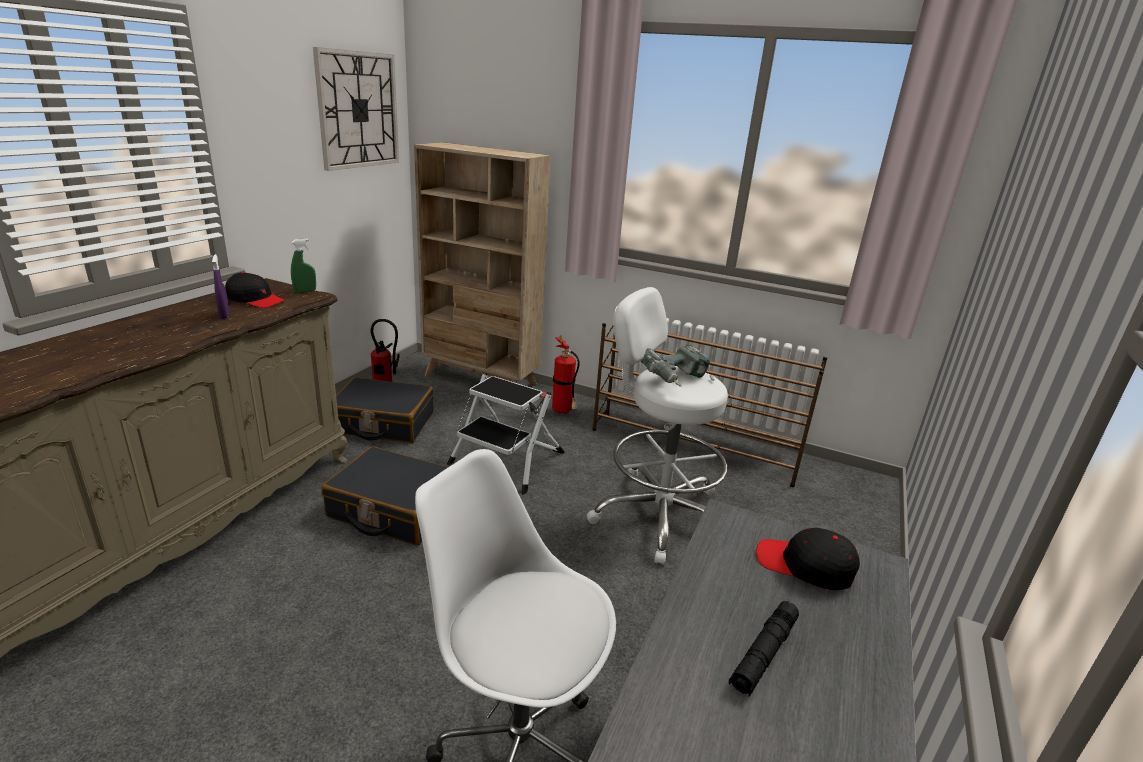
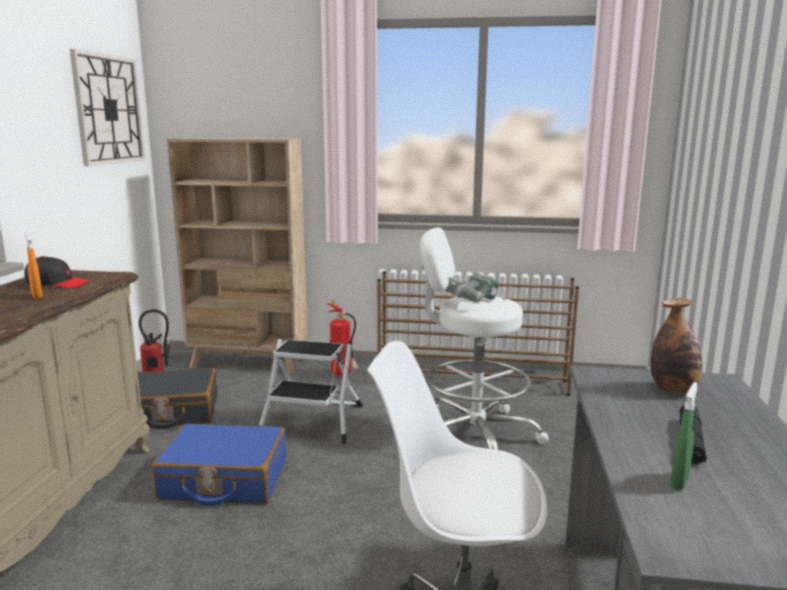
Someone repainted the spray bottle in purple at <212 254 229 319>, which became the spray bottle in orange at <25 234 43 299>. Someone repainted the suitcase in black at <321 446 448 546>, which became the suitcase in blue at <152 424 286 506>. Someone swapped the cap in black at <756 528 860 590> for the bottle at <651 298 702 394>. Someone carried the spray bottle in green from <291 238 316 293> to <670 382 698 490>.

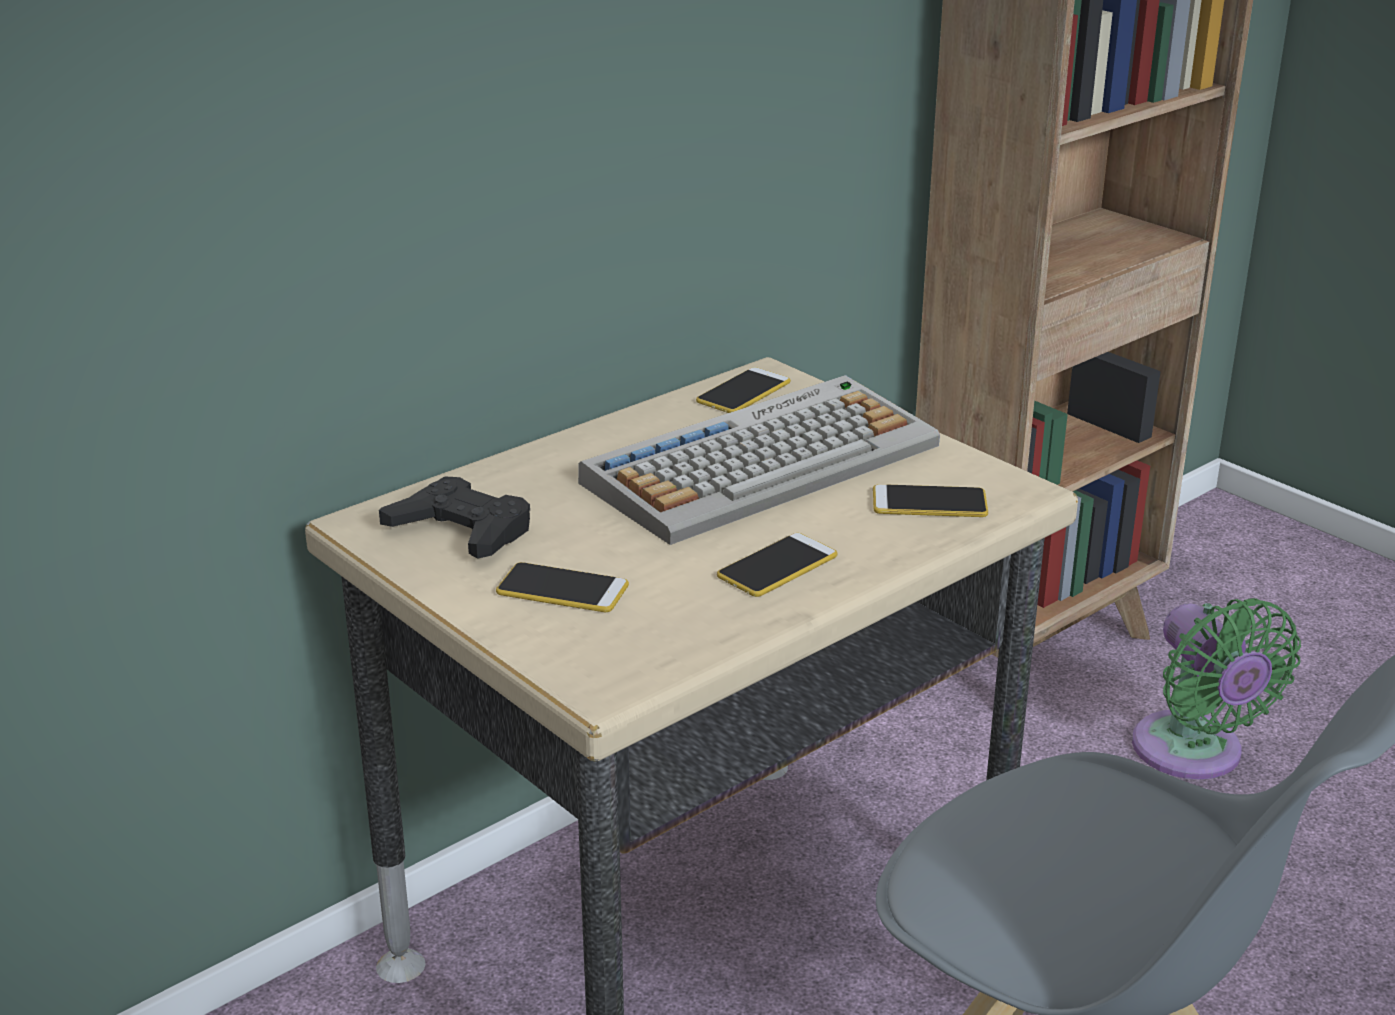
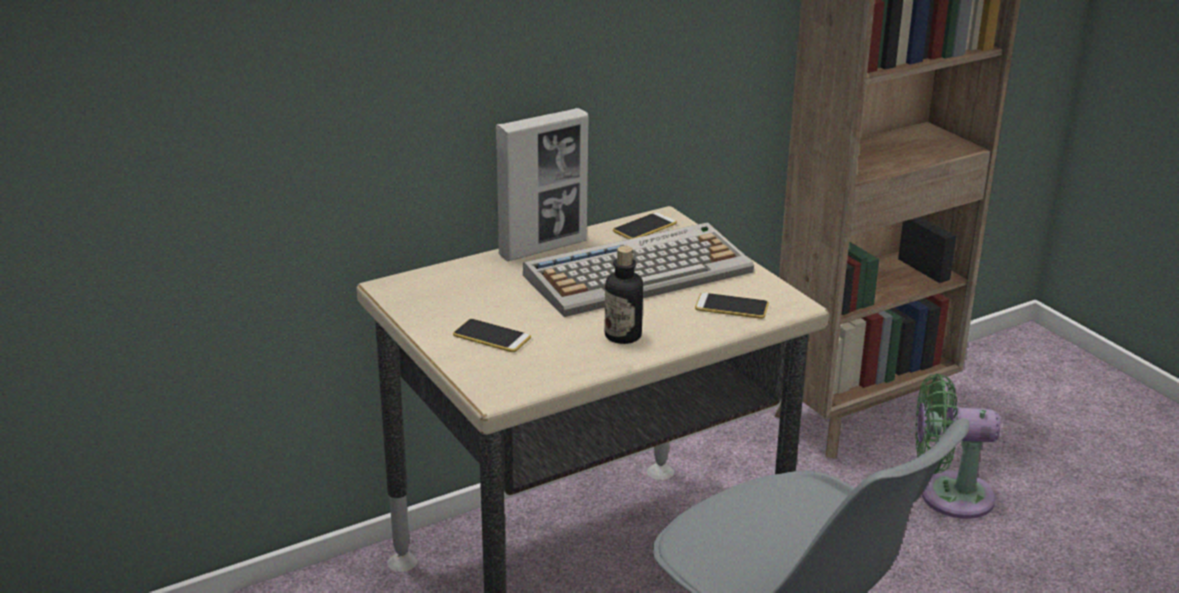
Someone put down the picture frame at <496 108 588 261>. Someone swapped the phone at <717 533 837 597> for the bottle at <604 246 643 344>. Someone rotated the fan in green at <1132 598 1301 779> by 105 degrees clockwise. Someone took away the game controller in black at <379 476 530 559>.

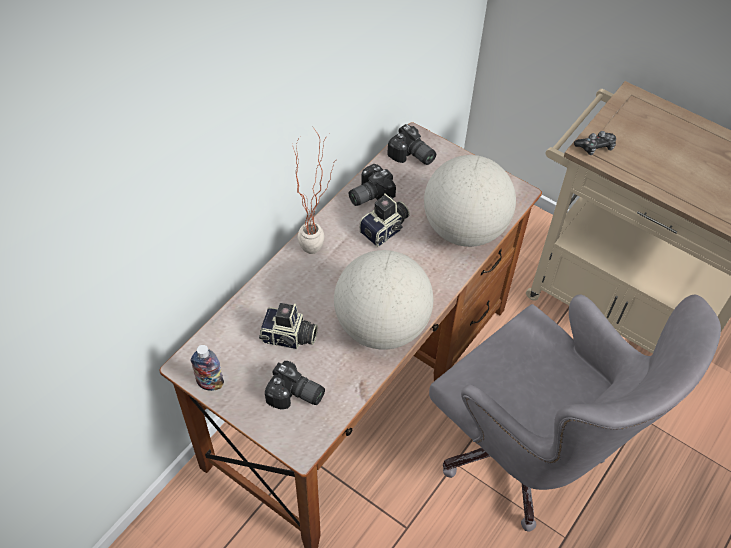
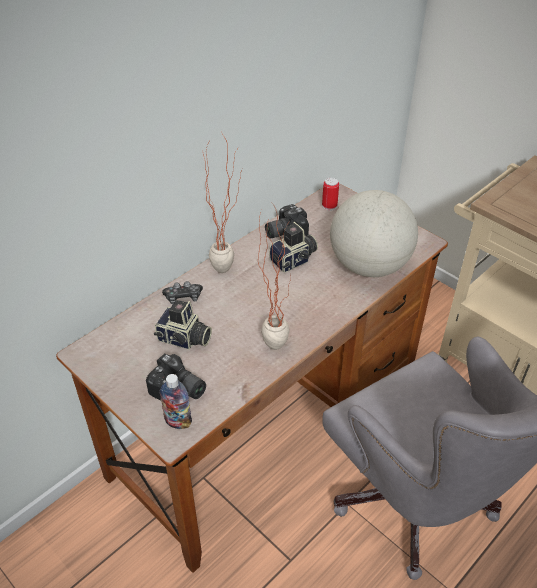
Someone carried the bottle from <191 345 224 391> to <159 374 192 429>. Someone carried the game controller from <574 131 616 155> to <162 281 203 304>. Someone swapped the globe at <334 250 433 350> for the potted plant at <258 203 291 350>. Someone swapped the photo camera at <387 124 436 165> for the can at <322 177 339 211>.

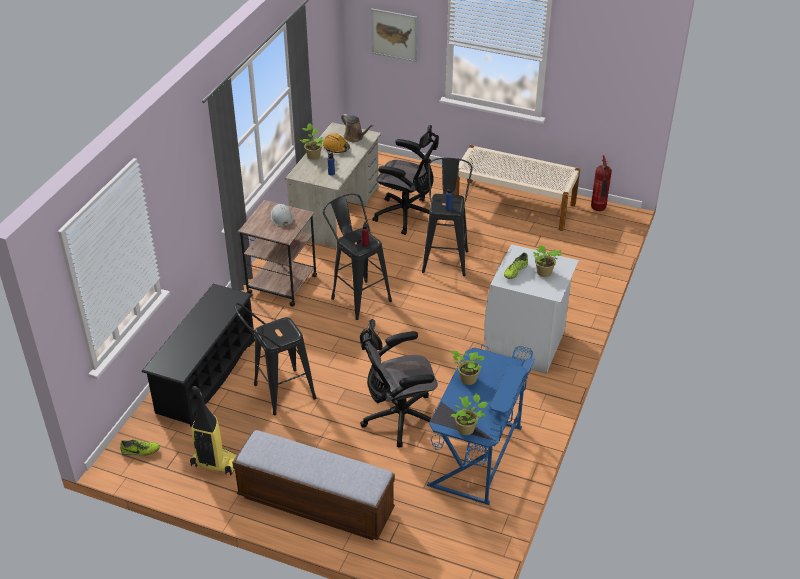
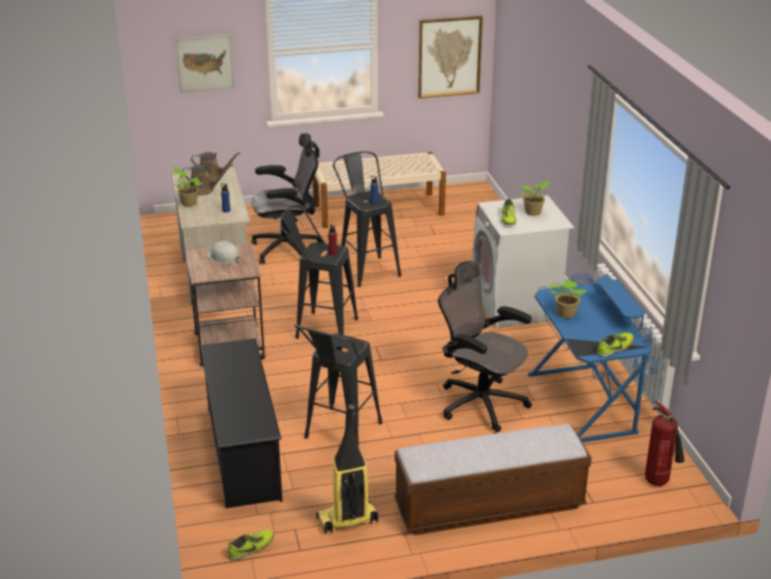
Someone swapped the hard hat in orange at <323 133 350 153> for the watering can in brown at <182 164 233 196>. Someone put up the picture at <418 16 483 98>. Someone rotated the office chair at <360 319 438 448> by 90 degrees clockwise. Someone swapped the potted plant at <451 394 488 435> for the shoe at <597 333 634 357>. Someone carried the fire extinguisher from <591 155 612 211> to <645 401 685 486>.

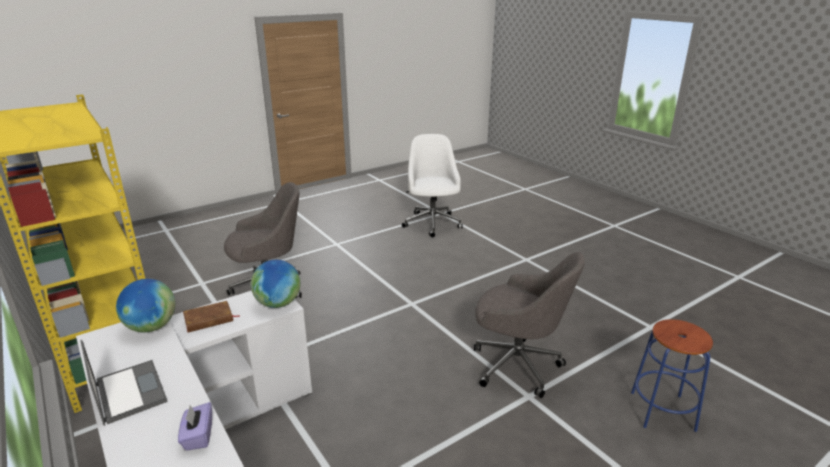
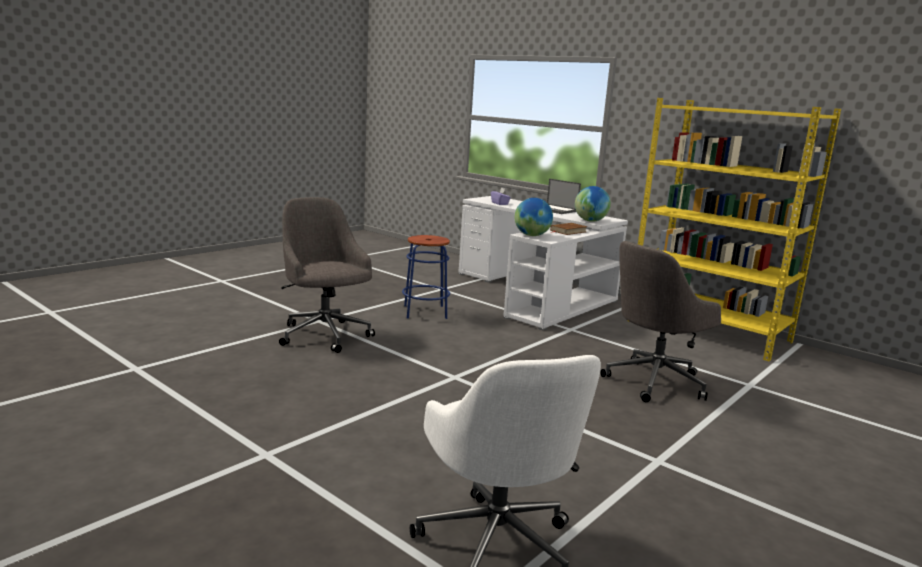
Someone rotated the office chair in grey at <474 252 585 398> by 45 degrees clockwise. Someone carried the stool in blue from <631 319 713 432> to <402 235 450 319>.

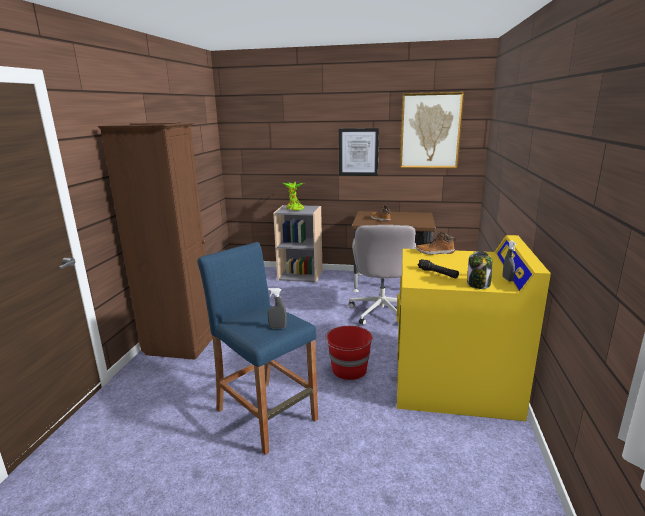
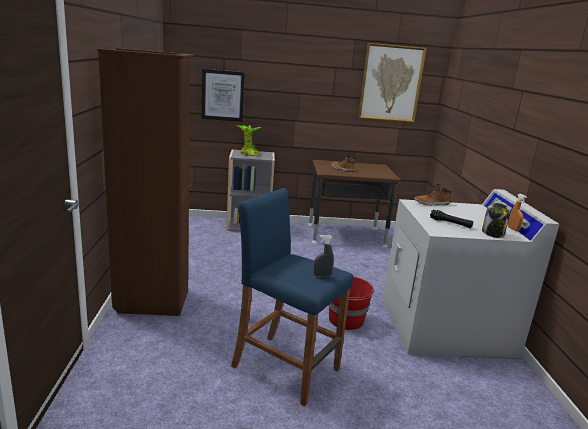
Someone carried the picture from <339 128 379 176> to <202 69 245 122>. Someone repainted the washing machine in yellow at <397 235 551 421>, which became the washing machine in white at <383 189 560 359>. Someone repainted the spray bottle in grey at <503 240 516 282>, which became the spray bottle in orange at <508 194 527 231>. Someone took away the office chair in grey at <349 225 416 325>.

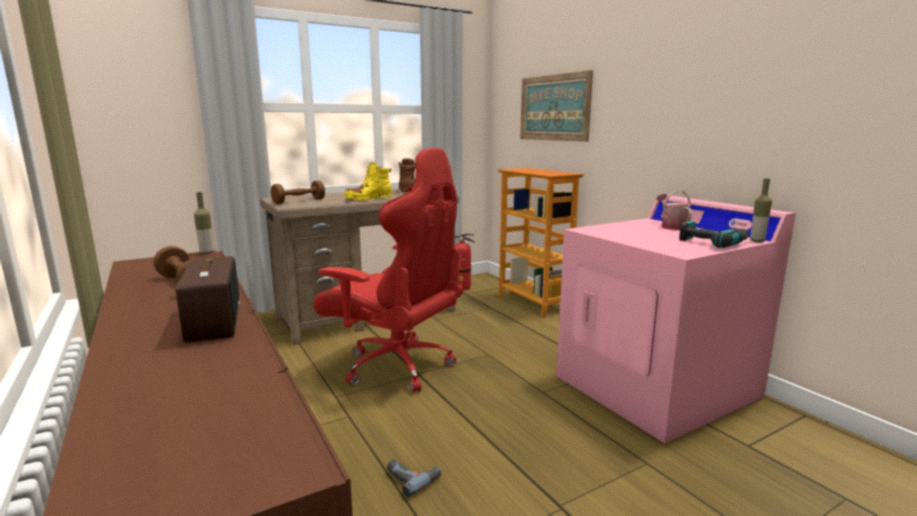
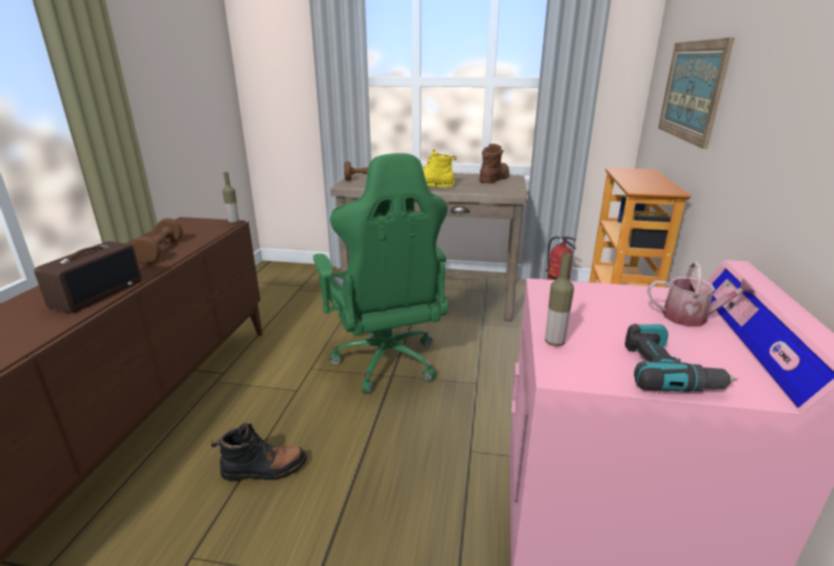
Someone swapped the power drill at <387 459 442 498> for the boot in black at <211 423 307 481>. Someone repainted the office chair in red at <313 148 463 393>, which became the office chair in green at <313 153 448 394>. Someone carried the bottle from <750 178 772 242> to <545 253 574 346>. Someone rotated the watering can at <656 191 692 230> by 75 degrees clockwise.

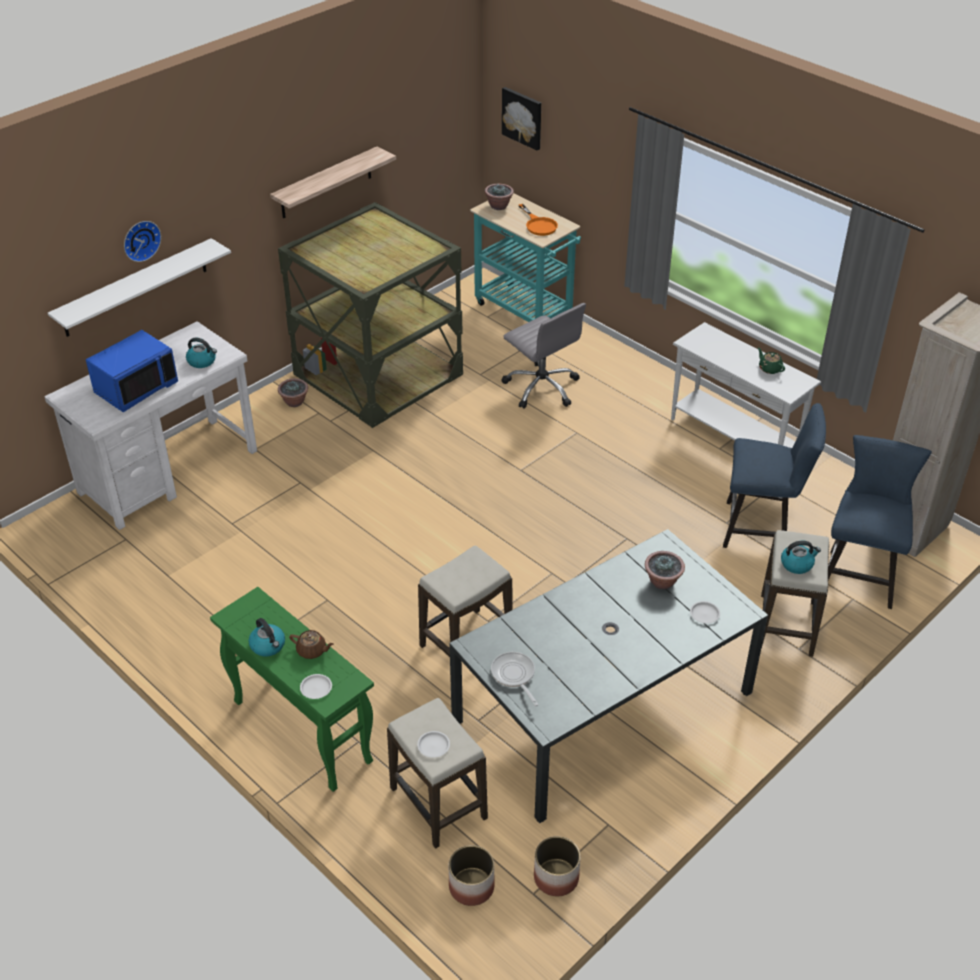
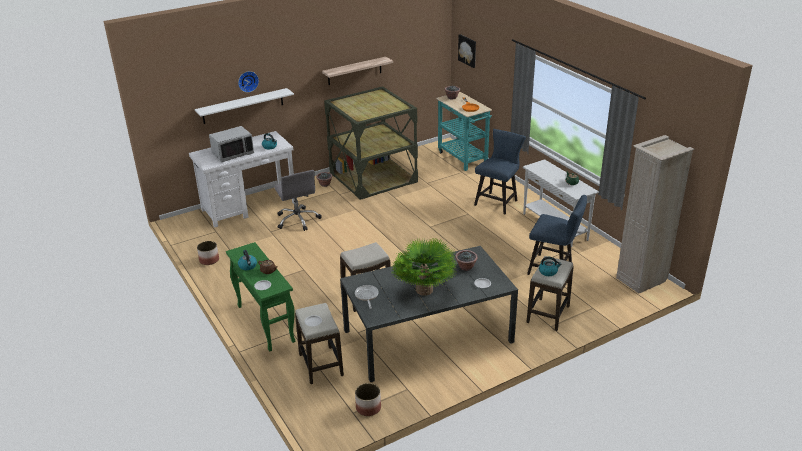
Someone carried the planter from <449 845 495 906> to <197 241 219 265>. Someone repainted the microwave in blue at <86 330 178 412>, which became the microwave in grey at <209 126 254 162>. Someone carried the office chair in grey from <502 303 586 409> to <274 170 322 231>. Someone put down the potted plant at <390 237 457 296>. Someone carried the chair in blue from <828 435 932 609> to <474 129 526 214>.

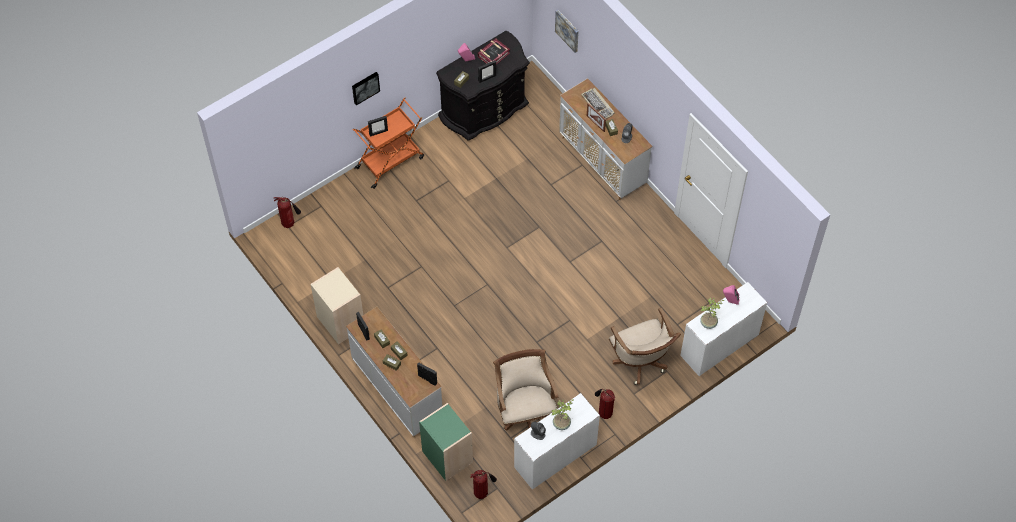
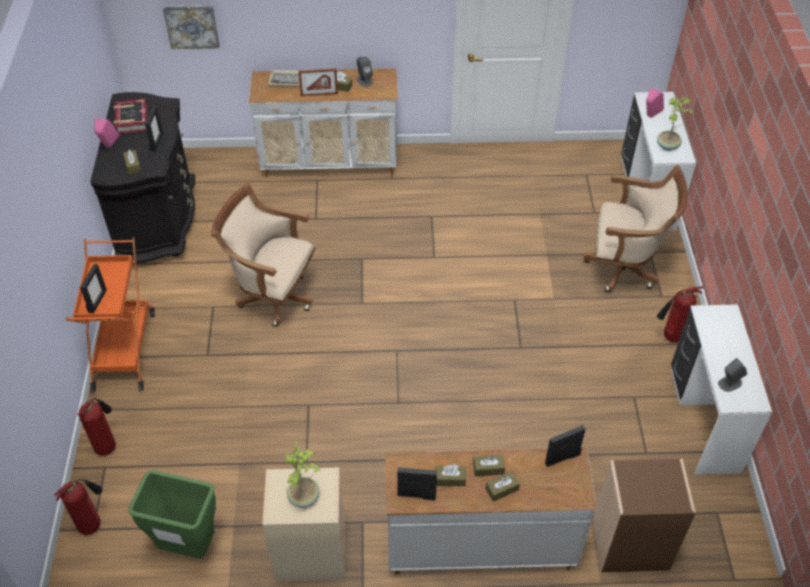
Someone carried the fire extinguisher from <470 470 497 499> to <78 398 116 455>. Someone put down the trash can in green at <129 470 216 559>. Someone carried the office chair from <493 349 558 431> to <211 182 315 327>. Someone carried the potted plant from <552 399 574 430> to <285 441 320 508>. Someone repainted the bookcase in green at <419 403 473 481>, which became the bookcase in brown at <593 459 696 572>. Someone took away the picture at <352 72 380 105>.

